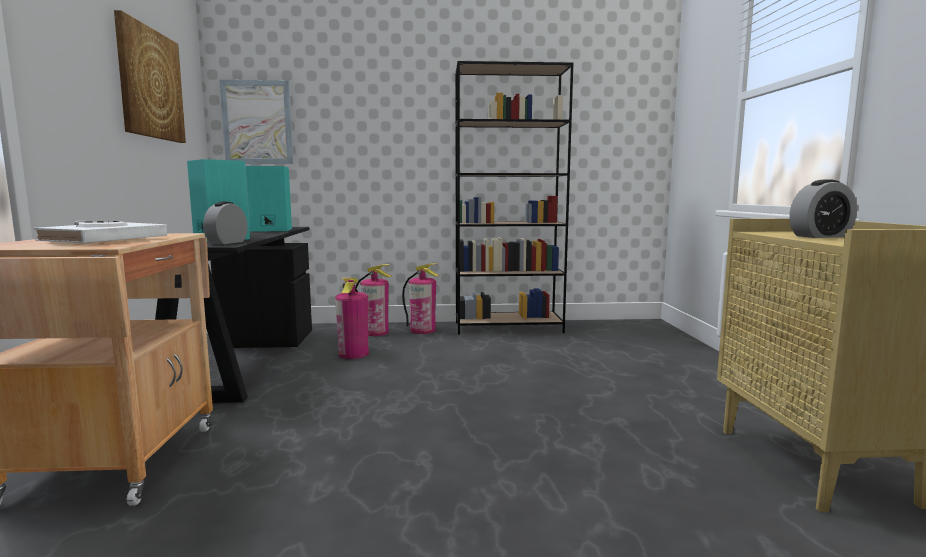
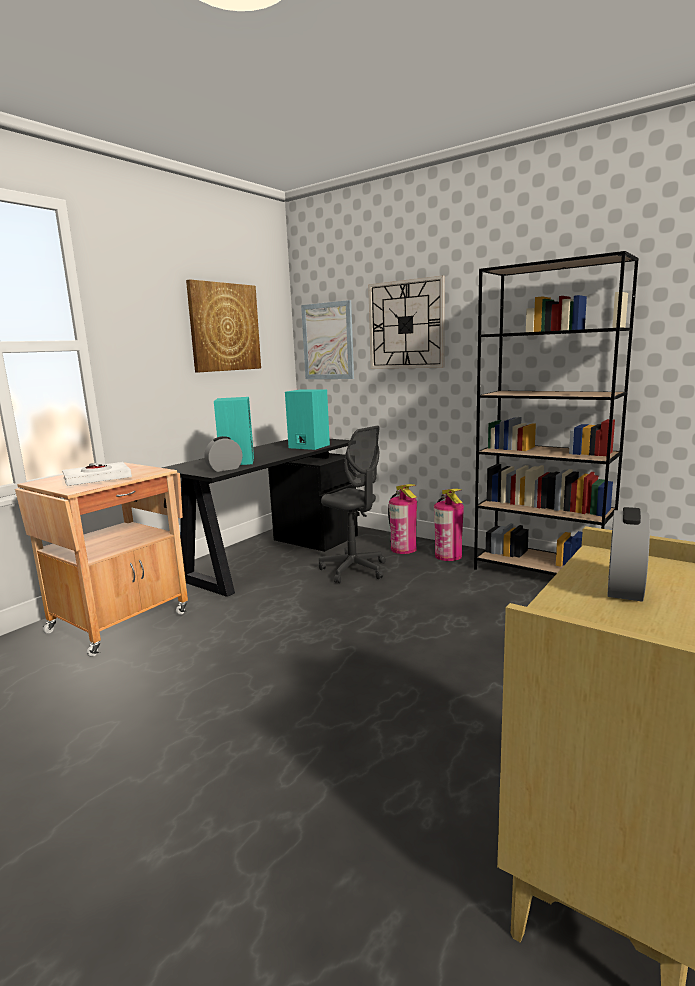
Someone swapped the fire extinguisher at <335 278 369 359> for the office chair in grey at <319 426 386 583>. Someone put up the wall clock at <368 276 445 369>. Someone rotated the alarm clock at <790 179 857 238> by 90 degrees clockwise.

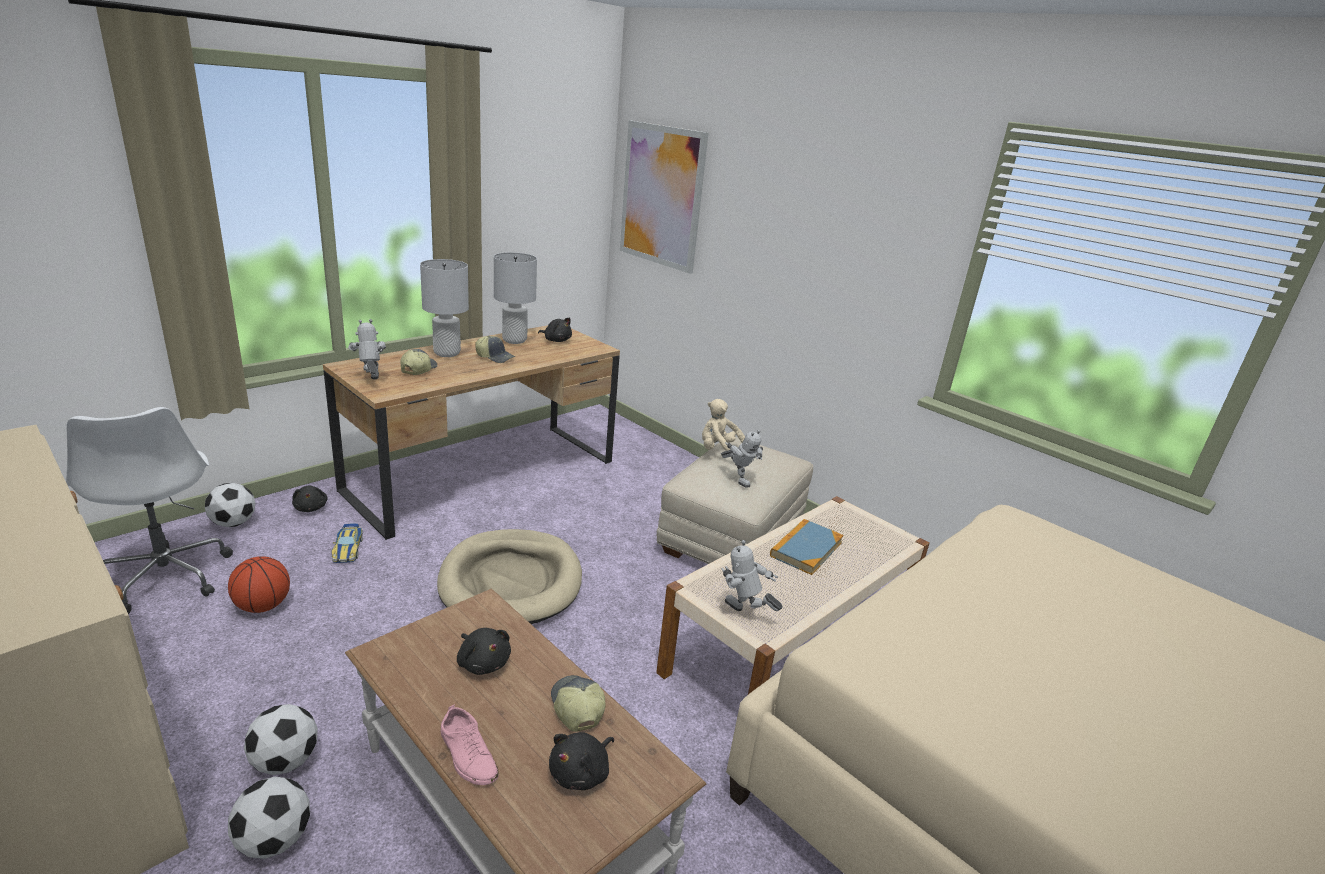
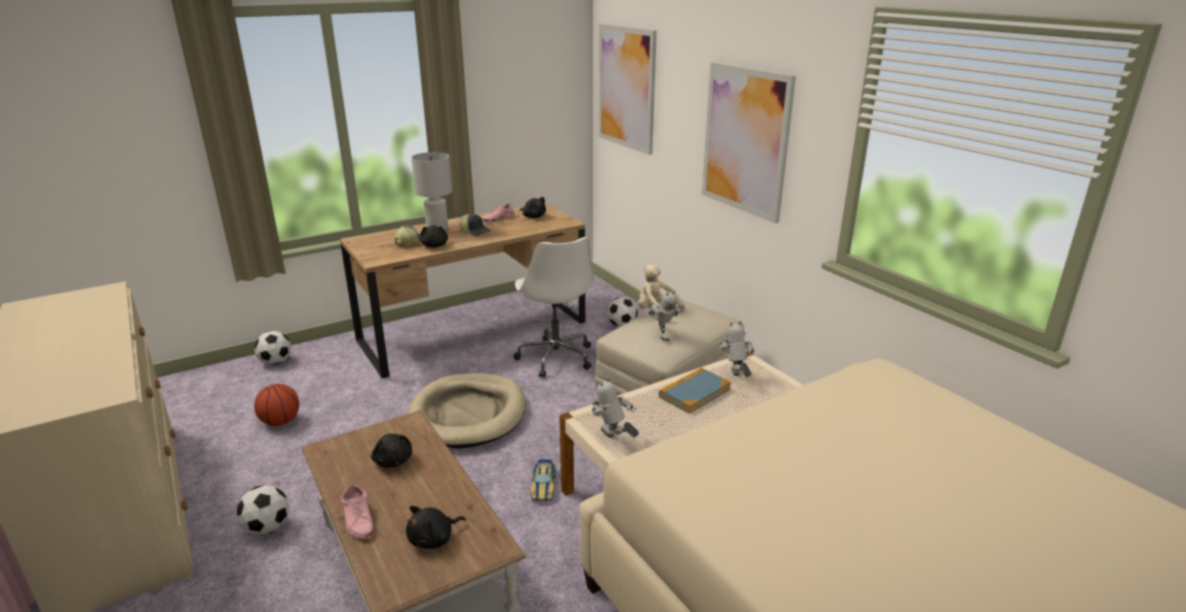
Someone carried the plush toy in black from <292 486 328 512> to <421 226 448 248>. Someone swapped the table lamp in grey at <494 252 537 344> for the shoe in pink at <482 203 515 222>. Someone carried the office chair in white from <66 407 233 614> to <513 237 594 378>. Someone carried the toy car from <332 523 363 563> to <531 459 556 501>. Someone carried the football from <228 776 310 859> to <607 297 638 327>. Someone put up the picture at <702 62 796 223>. Someone carried the toy robot from <348 319 386 379> to <718 321 755 377>. Someone took away the cap at <551 675 606 732>.

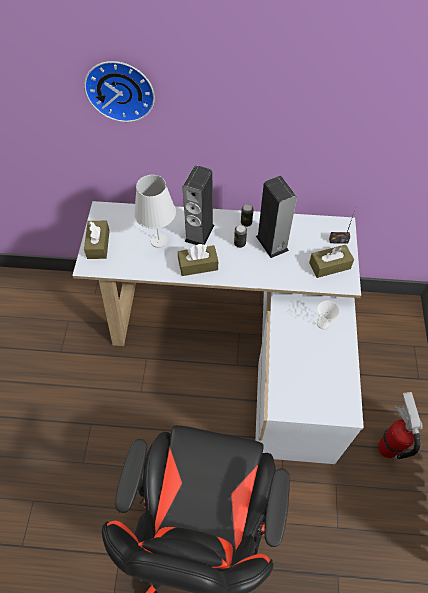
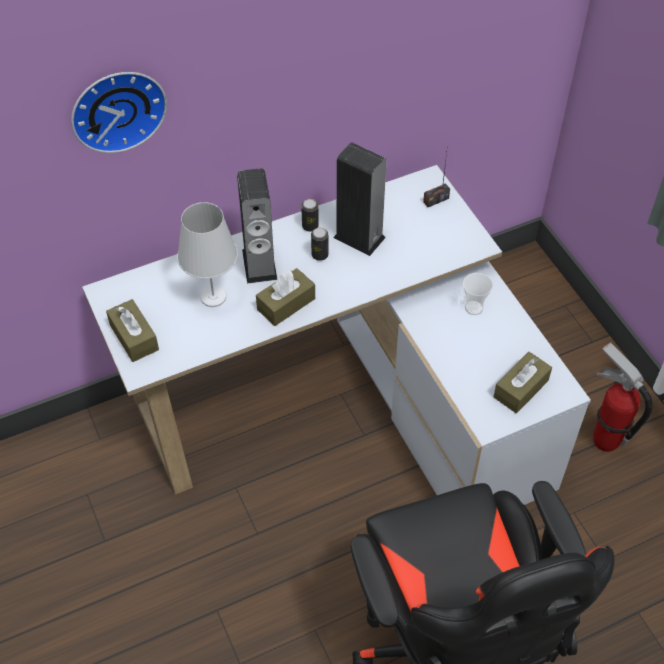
Someone carried the tissue box in brown from <309 245 354 278> to <493 352 552 413>.

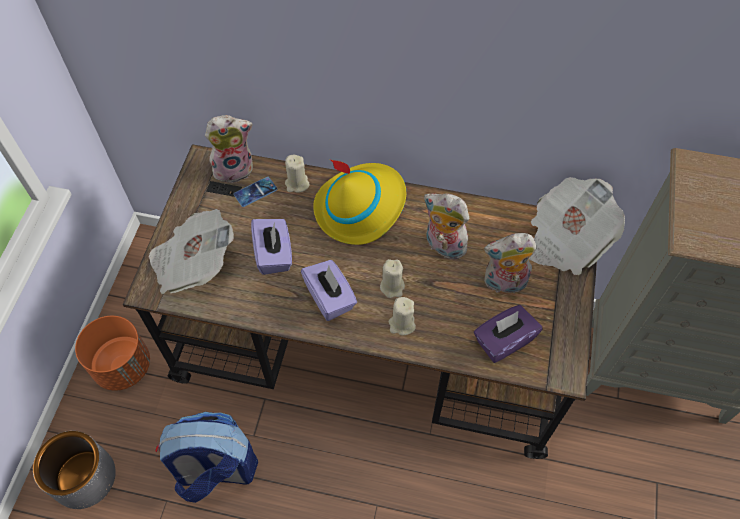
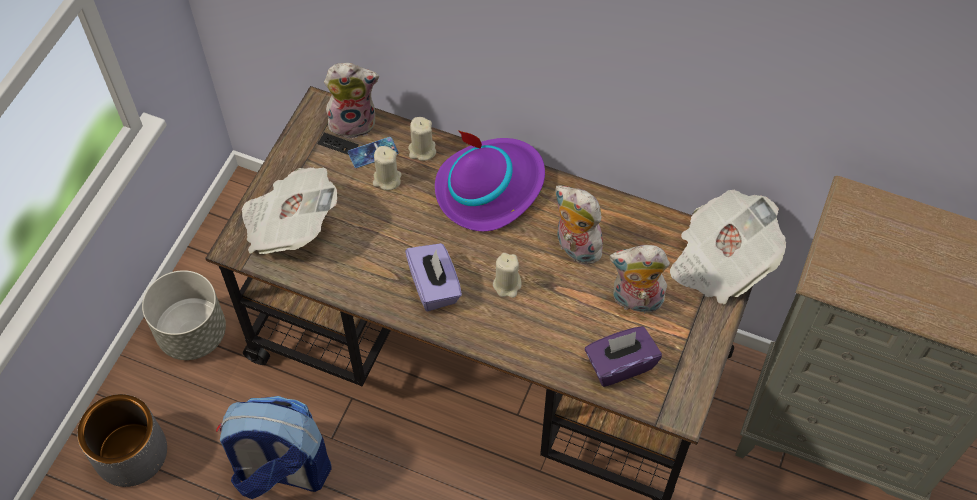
Someone repainted the planter in orange at <75 316 150 391>, which became the planter in grey at <142 270 226 360>. Someone carried the candle in beige from <389 297 416 336> to <373 146 402 190>. Someone repainted the hat in yellow at <313 159 406 245>, which became the hat in purple at <435 130 545 232>. Someone took away the tissue box in purple at <251 219 292 275>.

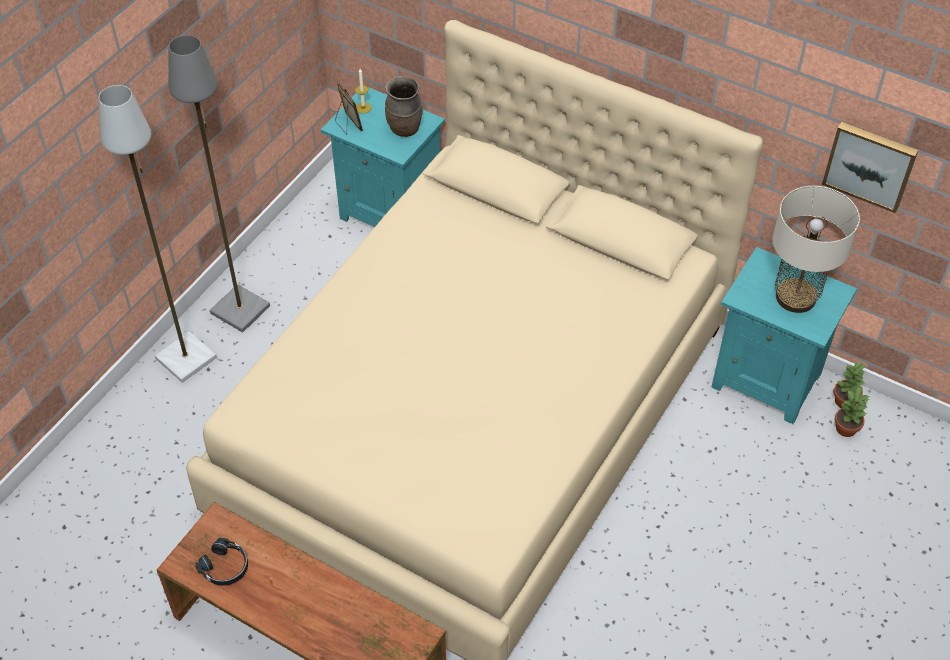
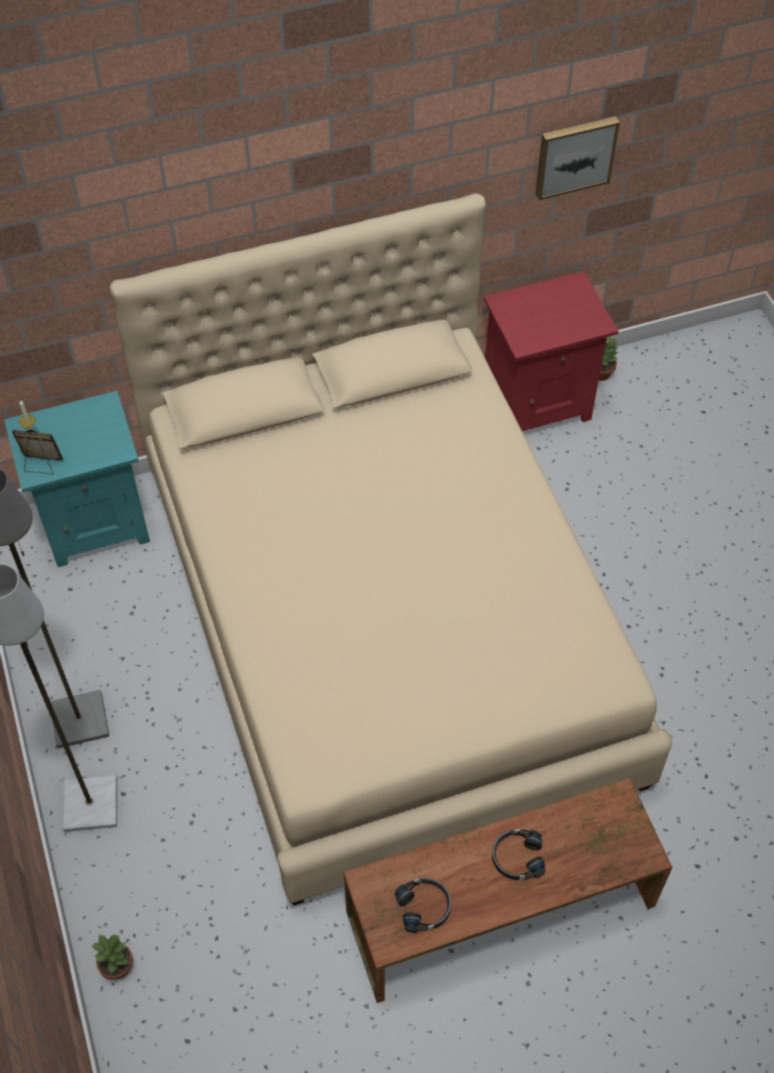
Someone carried the potted plant from <835 387 869 437> to <91 934 133 979>. Someone repainted the nightstand in turquoise at <712 247 857 424>, which became the nightstand in red at <484 271 618 431>. Someone put down the headphones in black at <492 829 546 880>. Someone took away the vase in brown at <385 76 423 137>. Someone took away the table lamp at <772 186 860 313>.

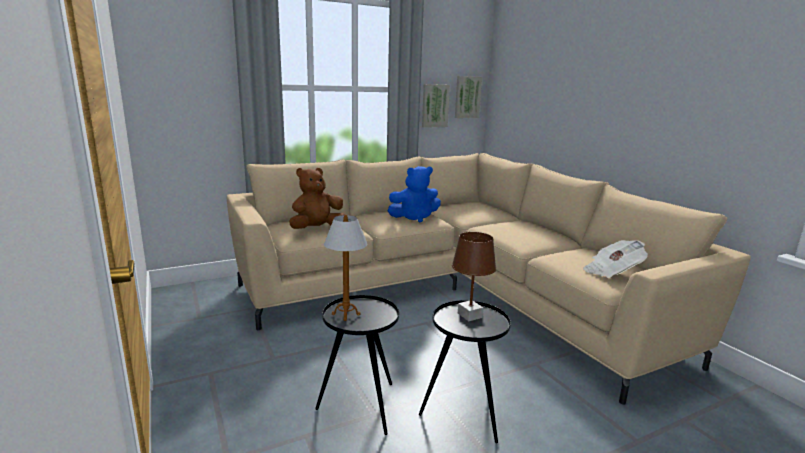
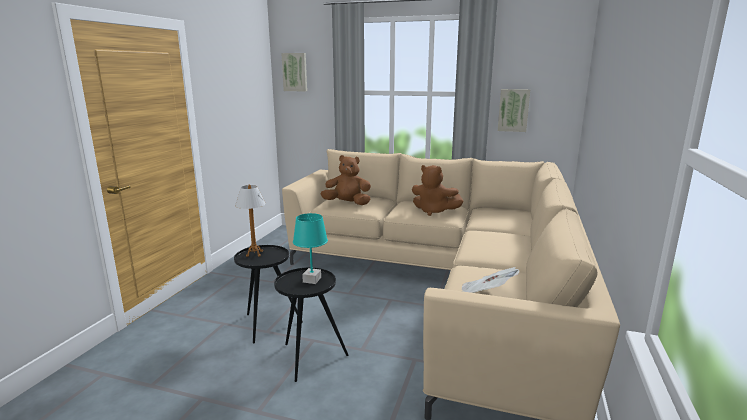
Someone carried the picture from <455 76 482 118> to <281 53 307 91>. Someone repainted the table lamp in brown at <452 232 496 321>, which became the table lamp in turquoise at <293 213 328 284>. Someone repainted the plush toy in blue at <388 166 441 223>, which became the plush toy in brown at <412 165 464 216>.

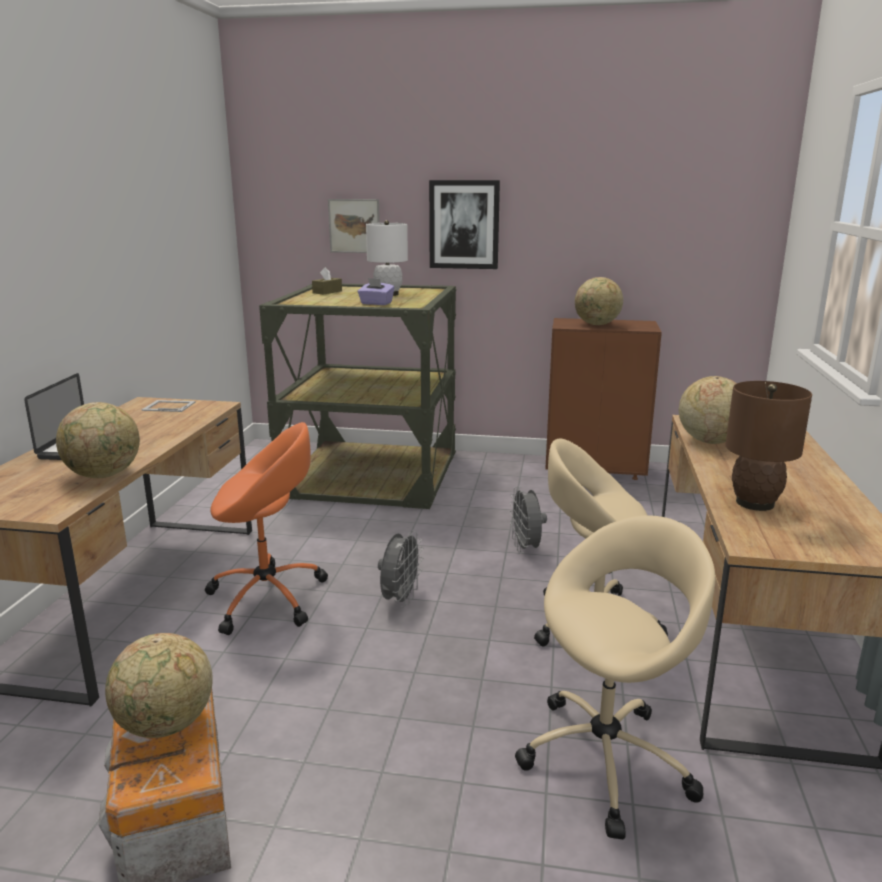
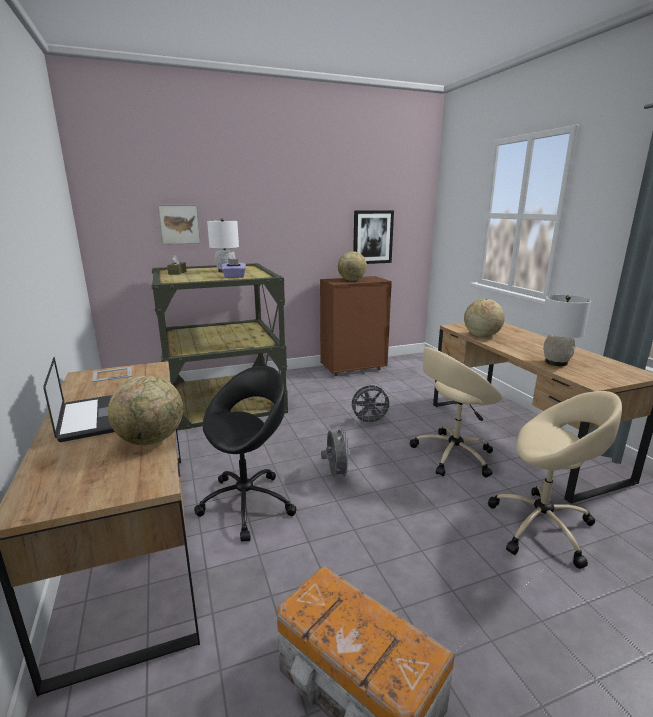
Someone repainted the office chair in orange at <205 422 328 635>, which became the office chair in black at <194 366 296 542>. Someone rotated the fan in grey at <509 487 547 553> by 60 degrees counterclockwise. Someone carried the picture from <429 180 500 269> to <353 210 394 264>. Someone rotated the office chair in beige at <515 515 715 839> by 75 degrees clockwise. Someone repainted the table lamp in brown at <725 381 812 511>, which became the table lamp in white at <540 295 591 366>. Someone took away the globe at <105 633 213 738>.

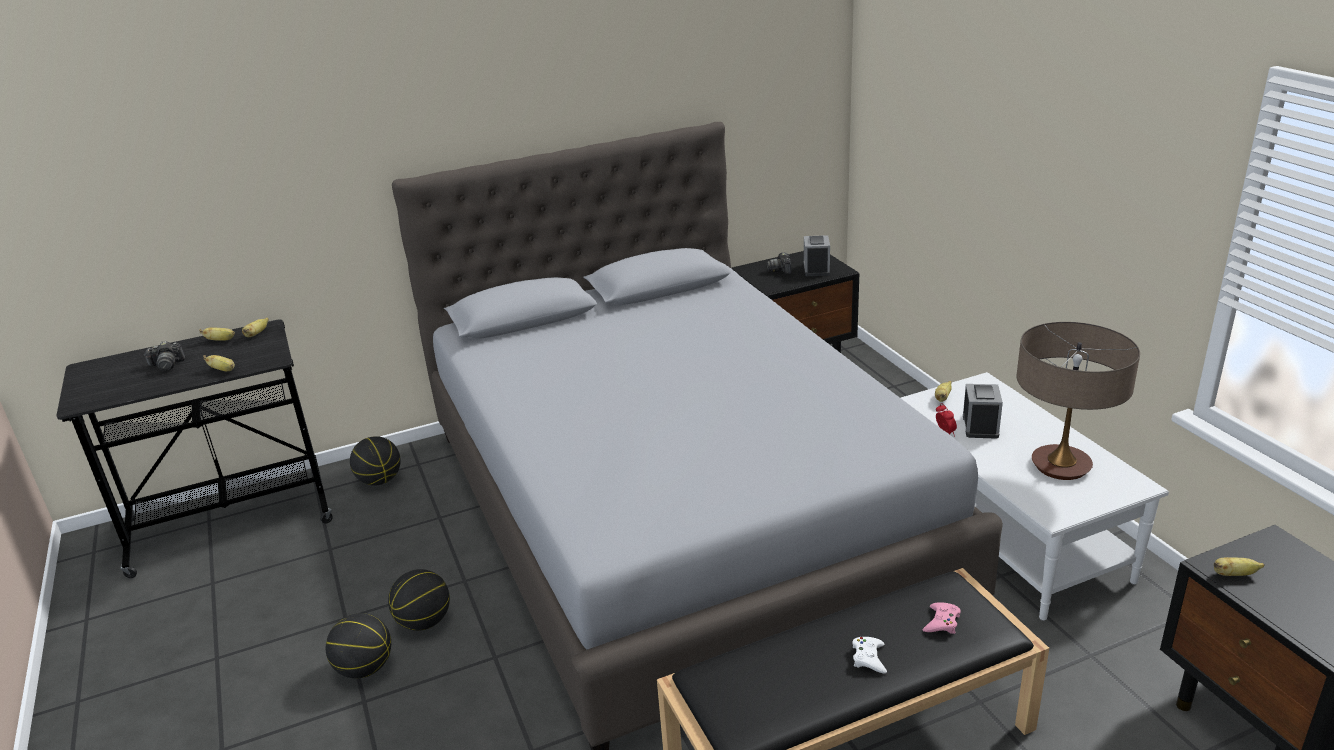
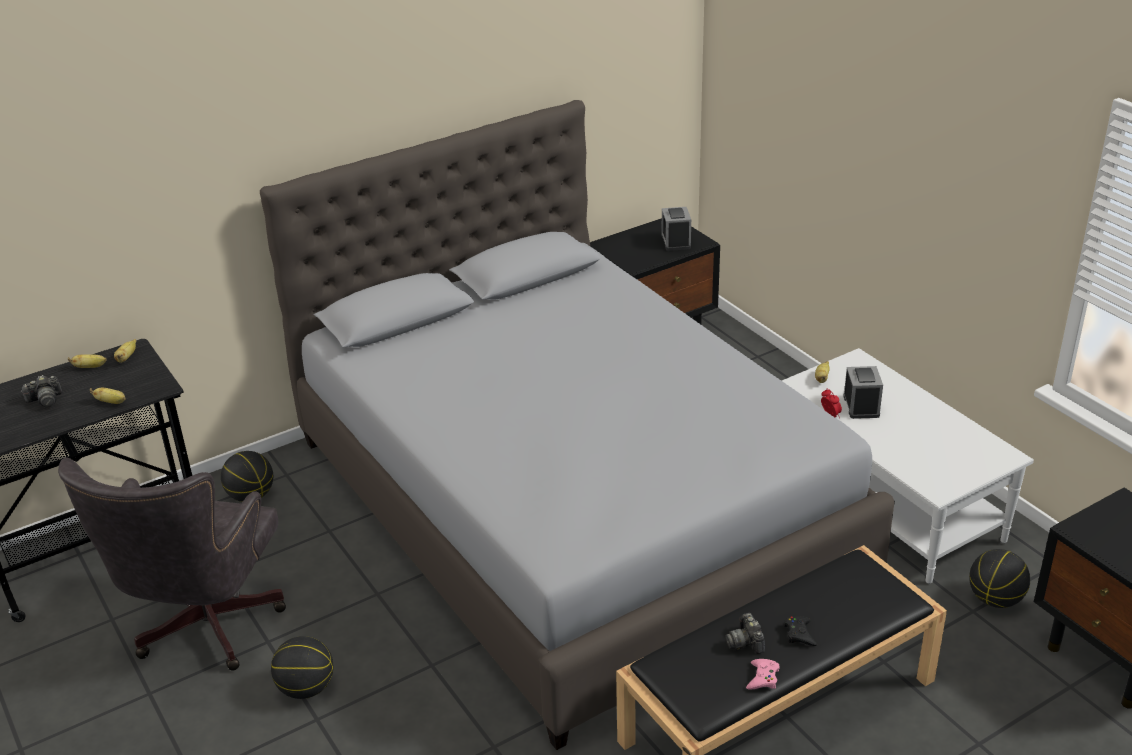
Someone put down the office chair in grey at <58 458 286 671>. Someone carried the photo camera from <767 252 792 274> to <725 613 765 654>. Someone carried the game controller in pink from <923 602 961 634> to <746 659 780 689>. Someone repainted the game controller in white at <853 637 887 673>, which became the game controller in black at <784 616 817 646>. Someone carried the basketball from <388 569 450 631> to <969 549 1030 608>. Someone took away the table lamp at <1016 322 1140 480>. Someone took away the banana at <1214 557 1265 576>.

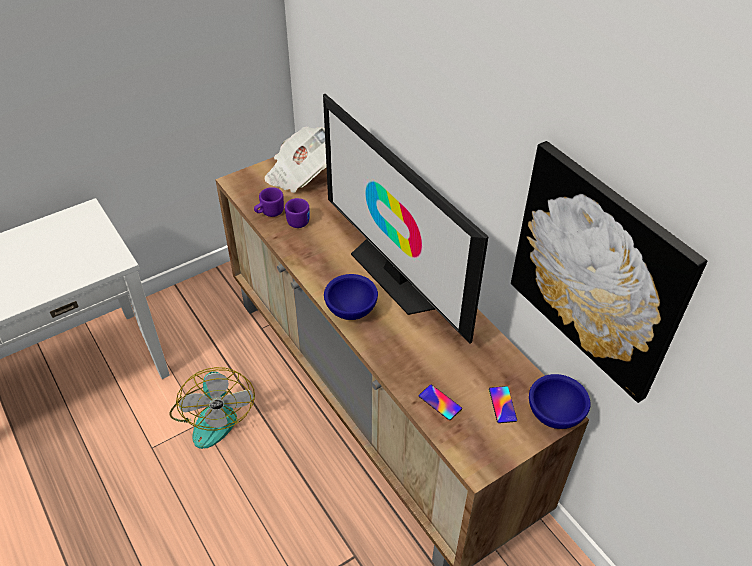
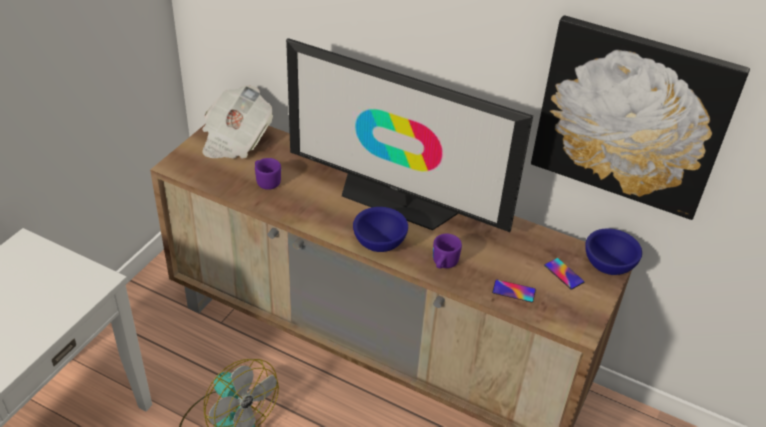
Someone carried the mug in purple from <254 187 284 217> to <433 234 462 268>.

